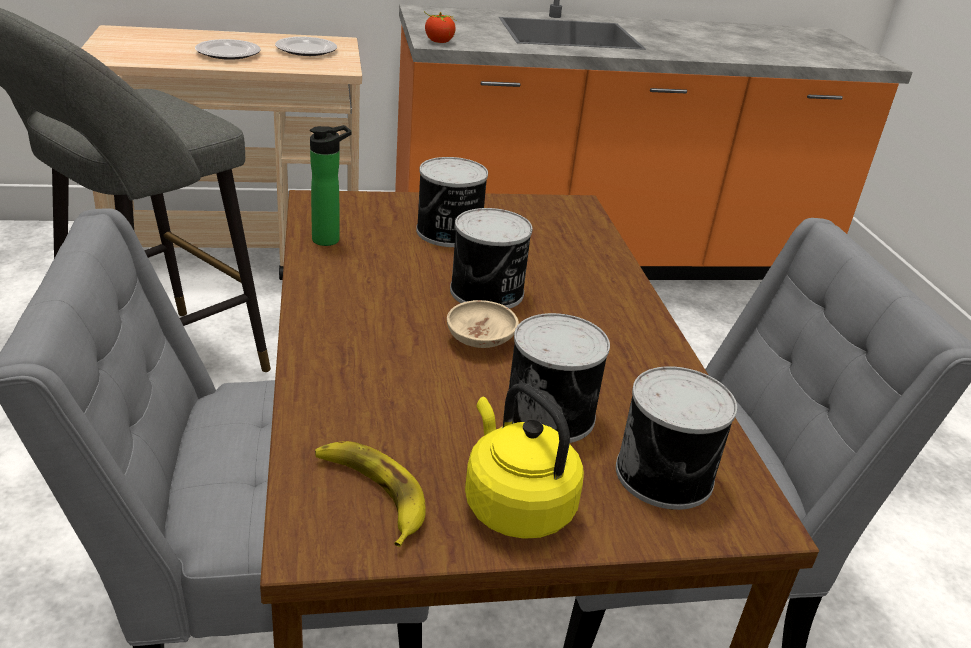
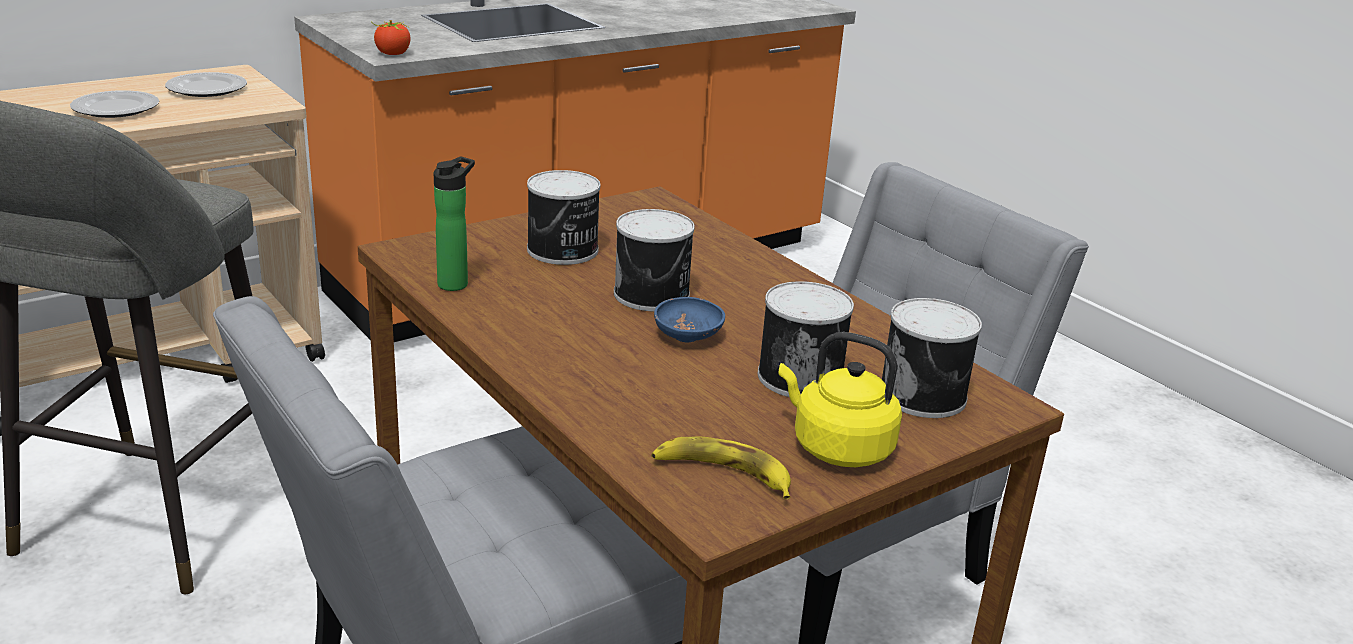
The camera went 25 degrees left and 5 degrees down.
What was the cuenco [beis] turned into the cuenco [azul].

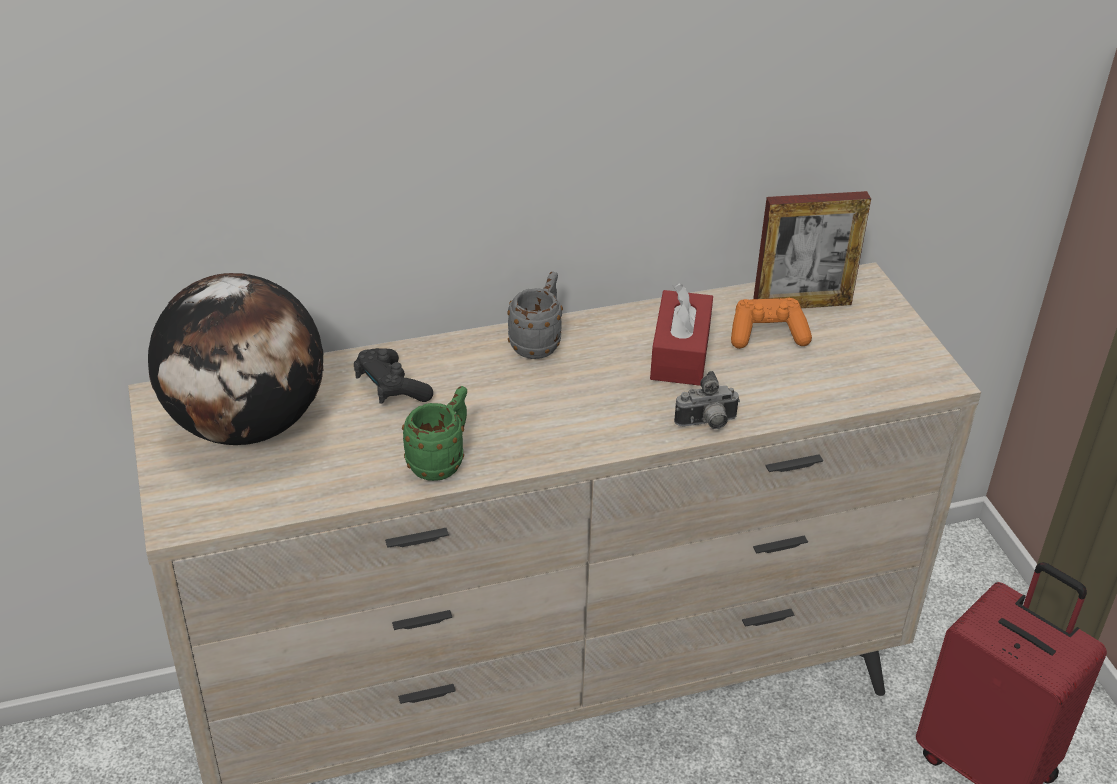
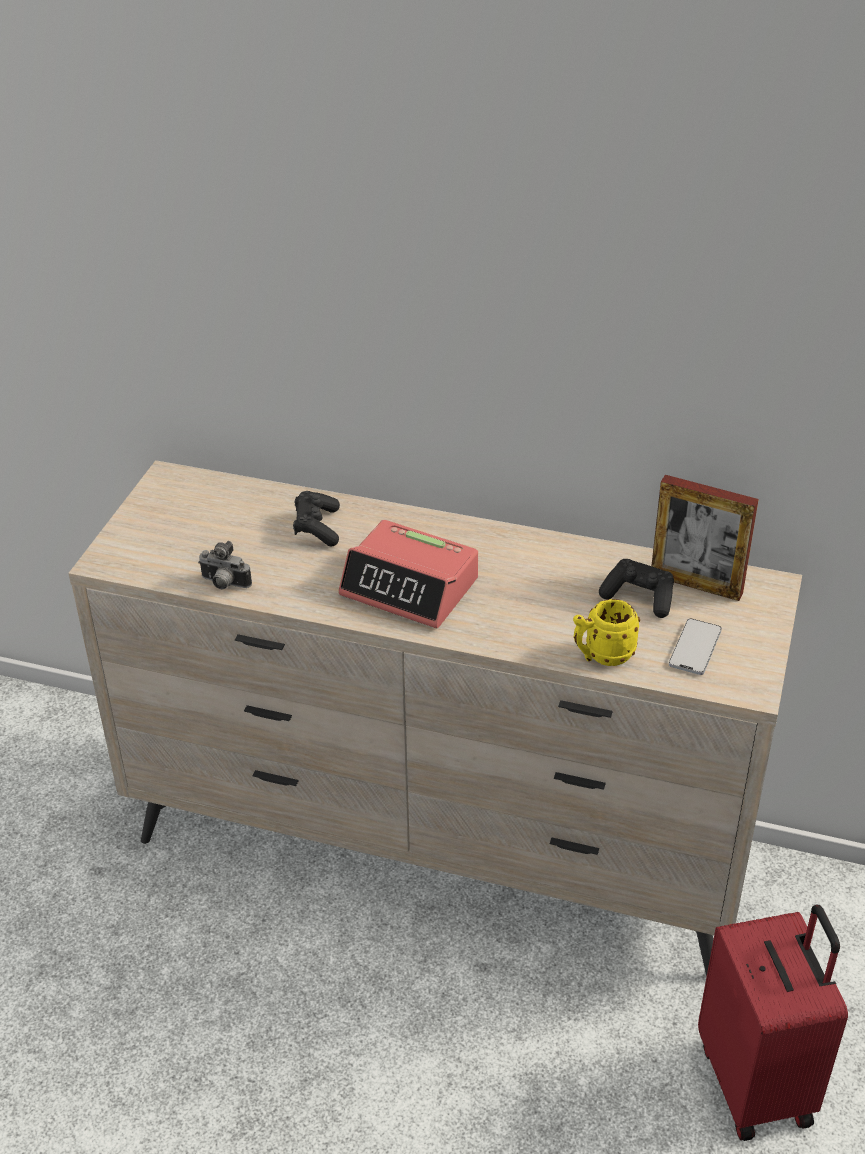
The camera went 35 degrees right and 0 degrees up.
The cámara ended up elsewhere.
The second view gained the despertador.
The second view gained the taza grande [amarillo].
What was the mando de consola [naranja] turned into the mando de consola [negro] (no. 2 from left).
The second view gained the móvil.
The second view lost the globo terráqueo.
The second view lost the taza grande [verde].
The second view lost the taza grande [gris].
The second view lost the caja de pañuelos [rojo].

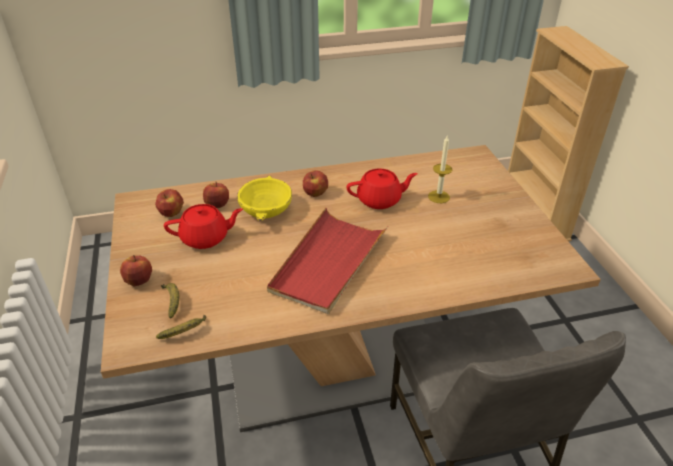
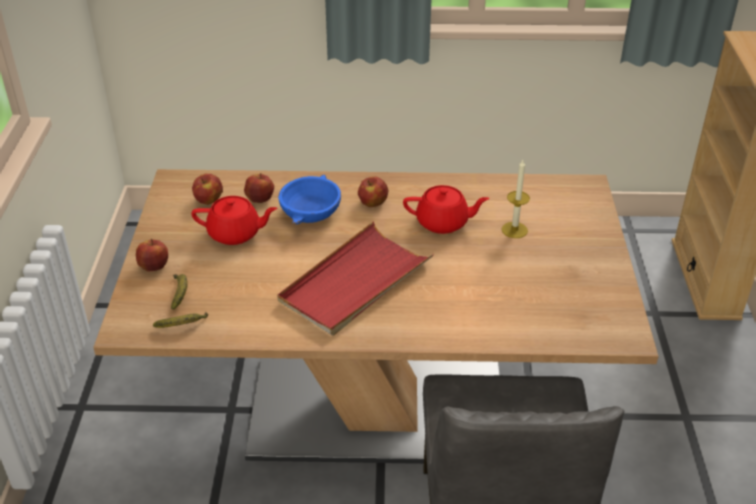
The camera went 15 degrees right and 0 degrees up.
What was the cuenco [amarillo] turned into the cuenco [azul].

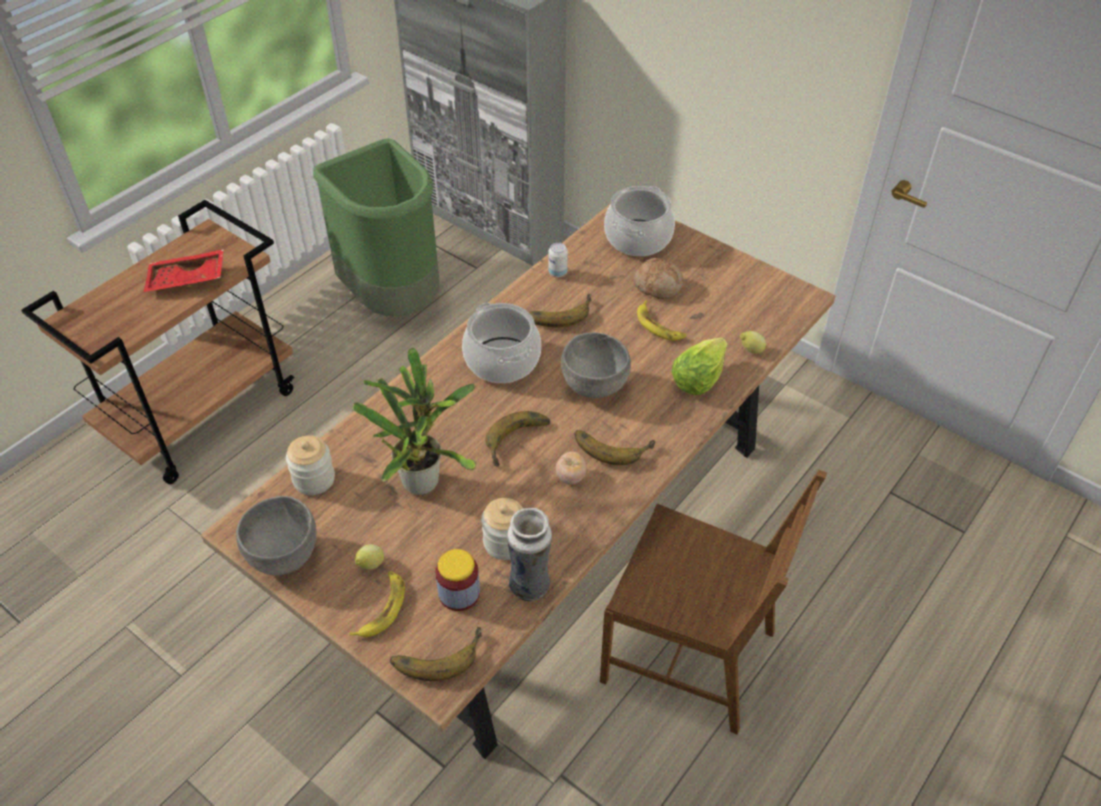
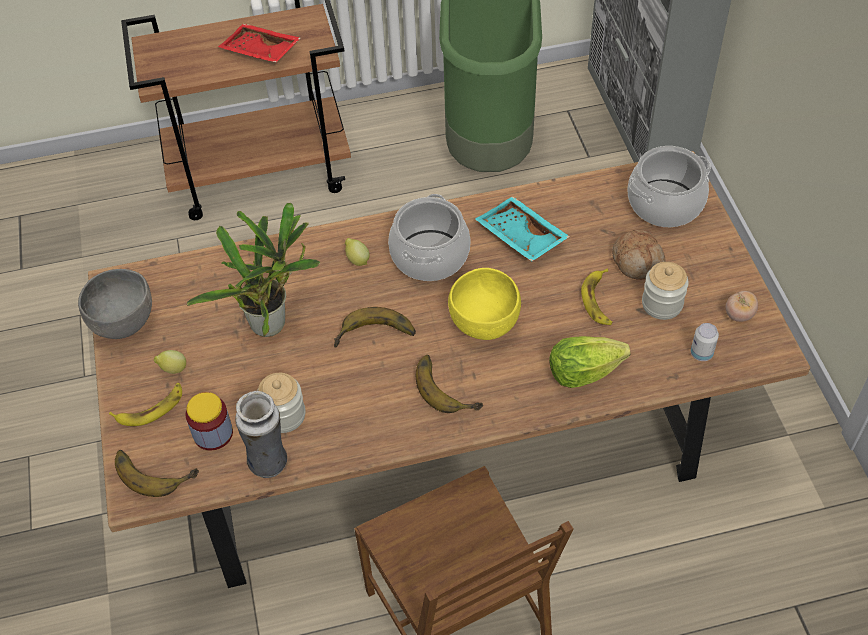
The camera went 40 degrees right and 5 degrees up.
The limón (no. 2 from left) ended up elsewhere.
What was the cuenco [gris] (no. 2 from left) turned into the cuenco [amarillo].
Where the plátano (no. 4 from left) stood, the bandeja [turquesa] came to stand.
The tarro (no. 1 from left in the first image) ended up elsewhere.
The lata ended up elsewhere.
The tomate ended up elsewhere.

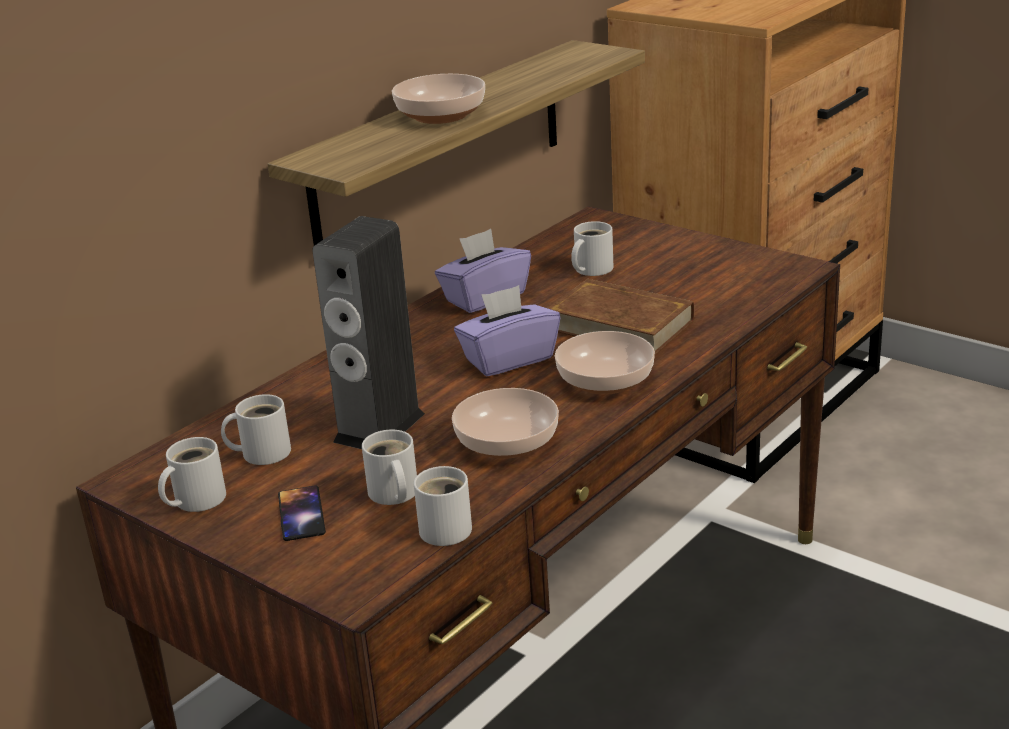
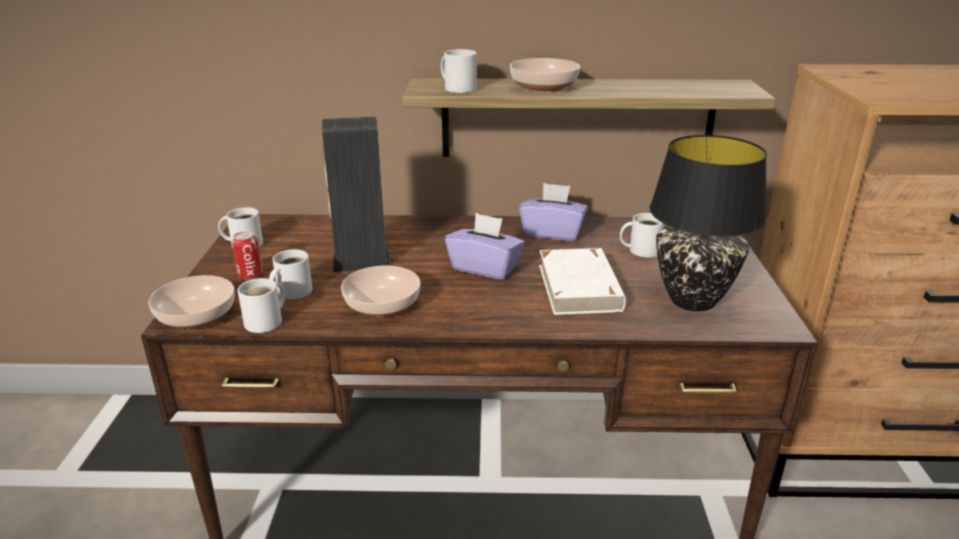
The camera went 50 degrees right and 0 degrees up.
The cuenco (no. 3 from left in the first image) ended up elsewhere.
Where the móvil stood, the lata came to stand.
The taza grande [blanco] (no. 2 from left in the first image) ended up elsewhere.
What was the libro [marrón] turned into the libro [blanco].
The second view gained the lámpara de mesa [negro].

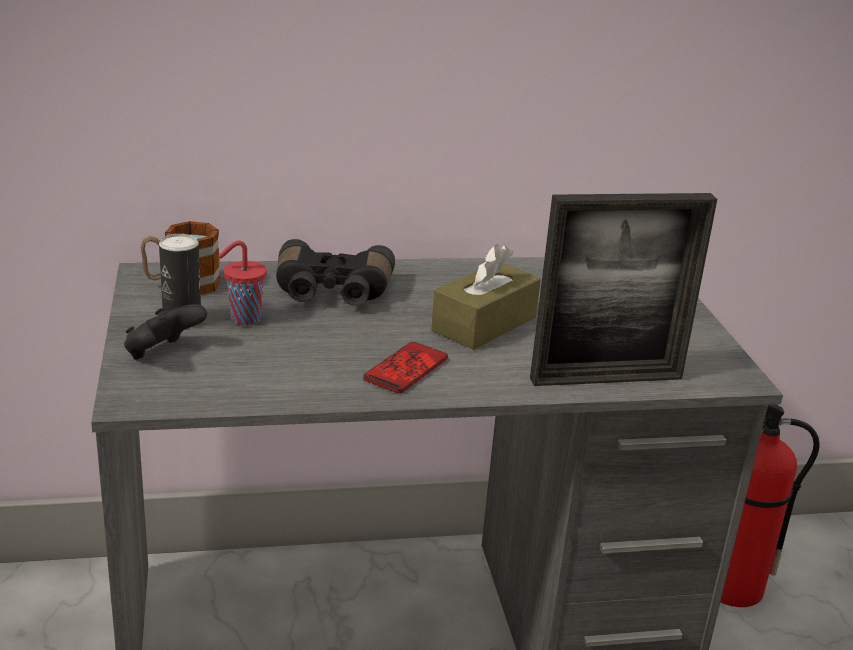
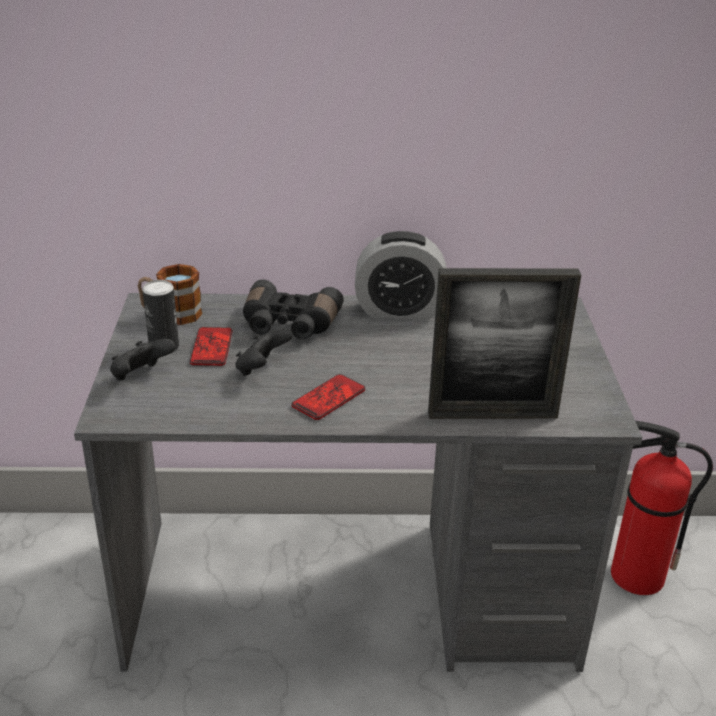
The camera went 10 degrees right and 5 degrees up.
Where the taza [rojo] stood, the móvil (no. 1 from left) came to stand.
The second view gained the mando de consola [negro] (no. 2 from left).
The second view gained the despertador.
The second view lost the caja de pañuelos [marrón].

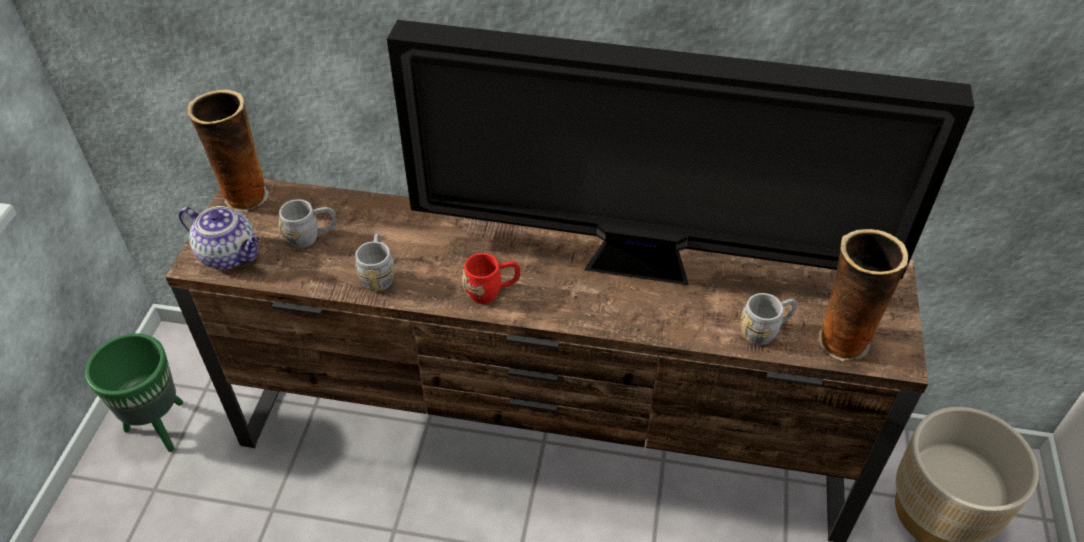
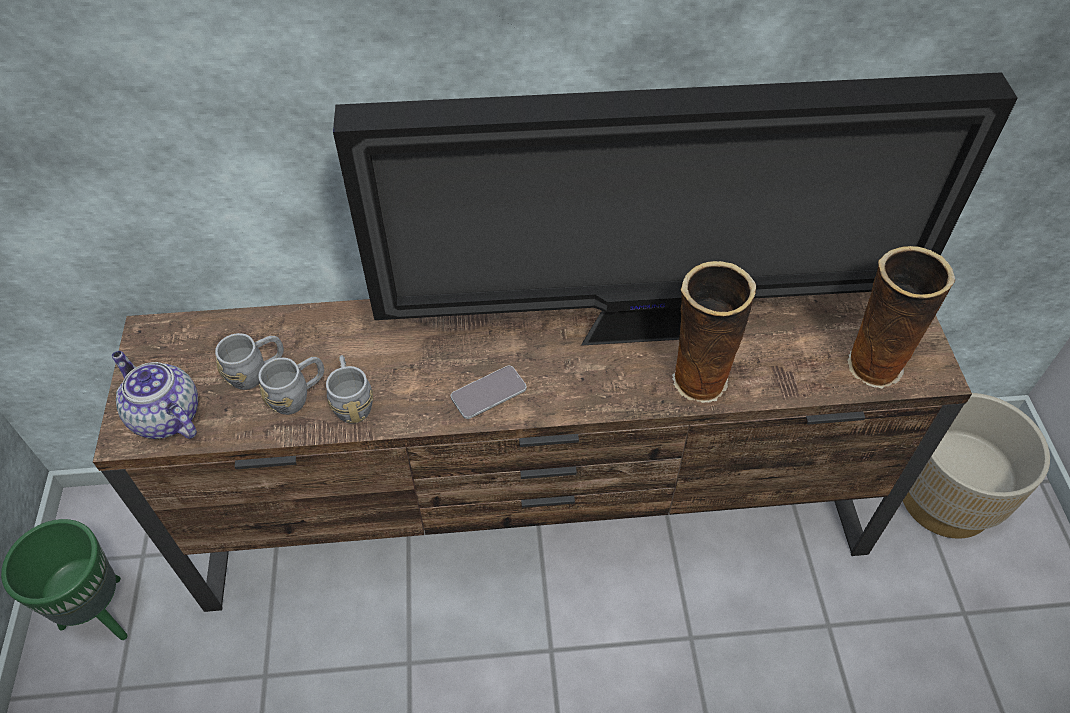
The camera went 15 degrees left and 5 degrees up.
The tetera ended up facing another way, 150 degrees counterclockwise from before.
The taza grande [gris] (no. 3 from left in the first image) ended up elsewhere.
Where the taza grande [rojo] stood, the móvil came to stand.
The florero (no. 1 from left) ended up elsewhere.

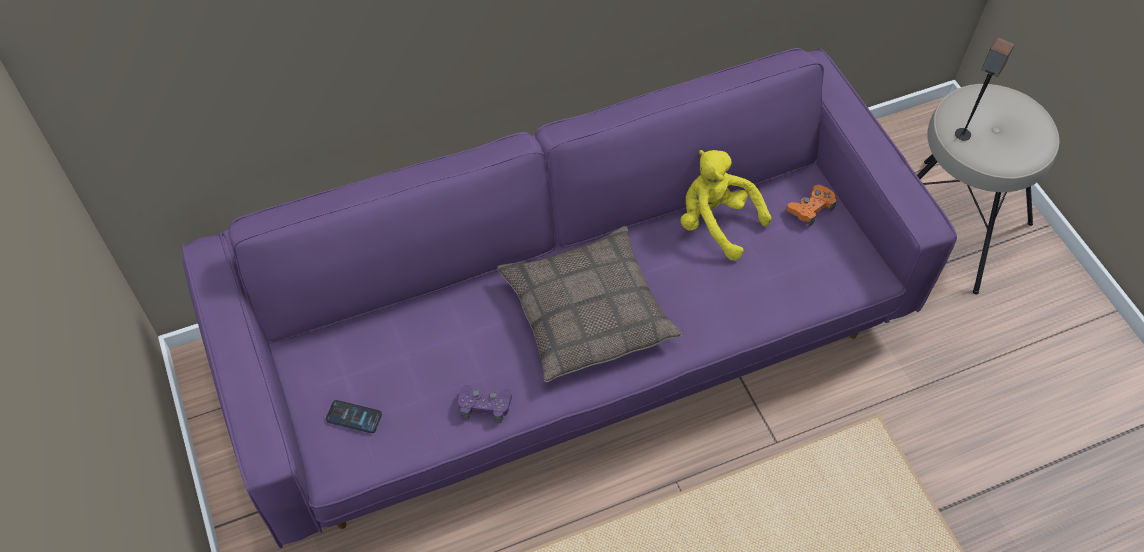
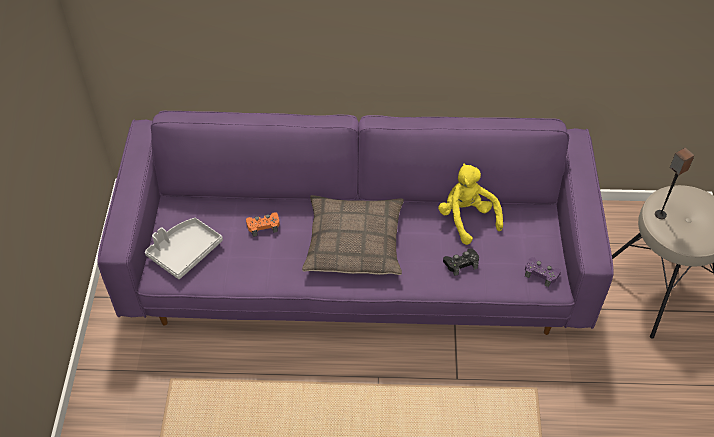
The camera went 25 degrees right and 5 degrees down.
Where the móvil stood, the bandeja [gris] came to stand.
The mando de consola [naranja] ended up elsewhere.
The second view gained the mando de consola [negro].
The mando de consola [morado] ended up elsewhere.

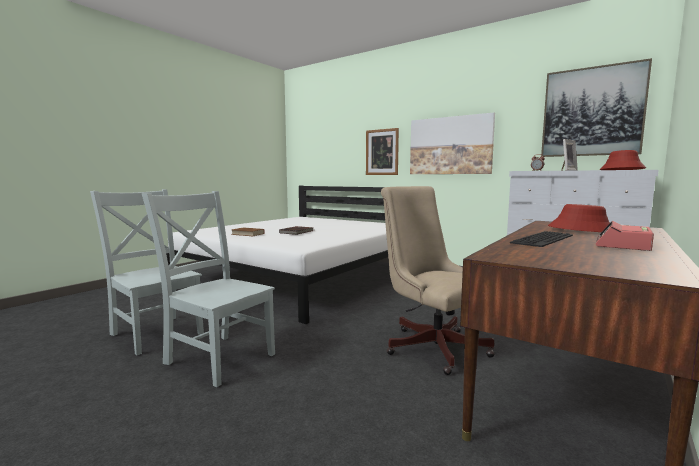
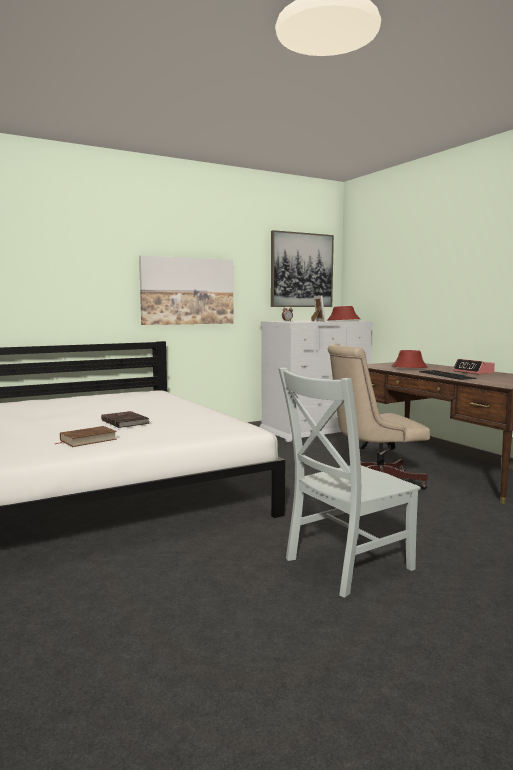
The camera went 65 degrees left and 0 degrees up.
The second view lost the silla [gris] (no. 1 from left).
The second view lost the cuadro (no. 1 from left).

